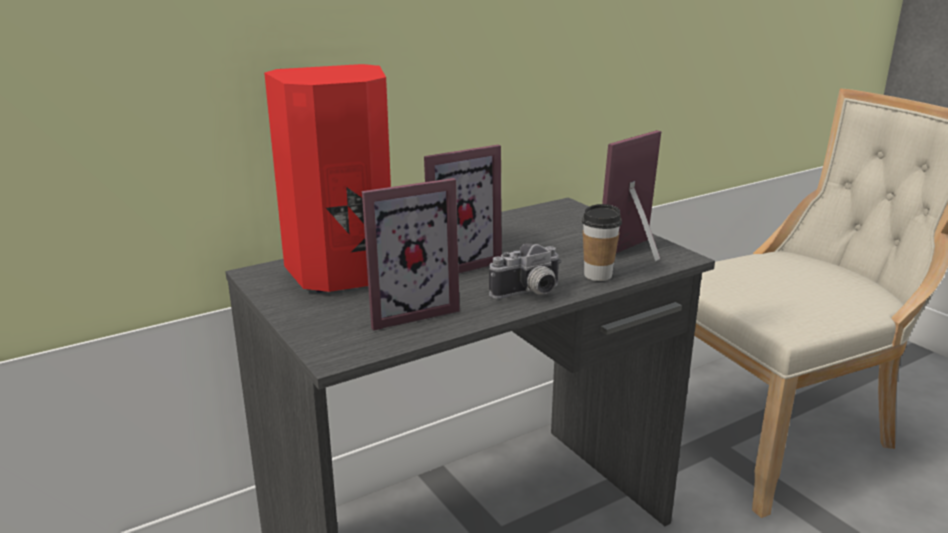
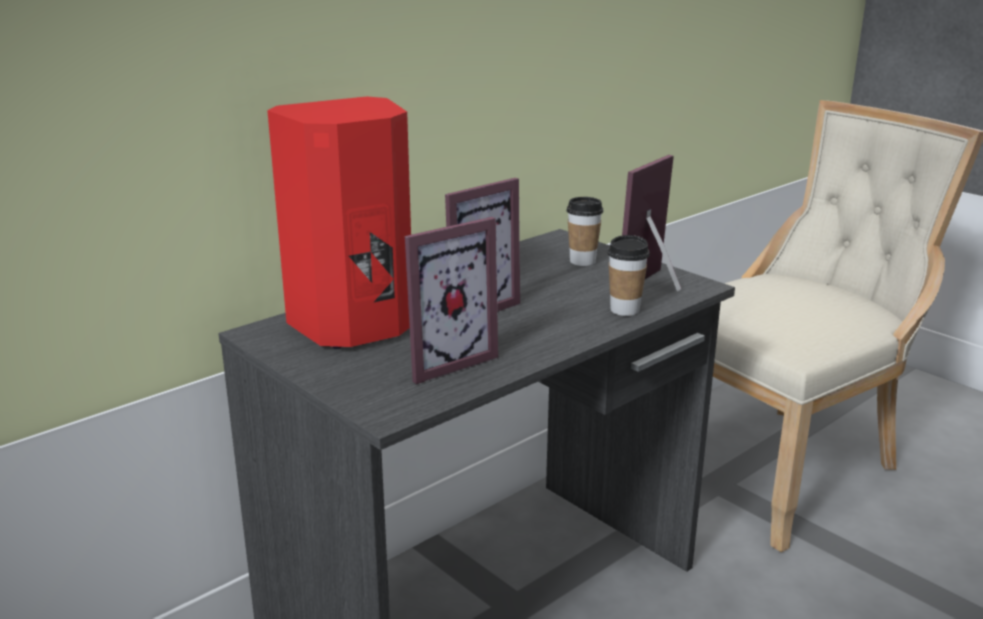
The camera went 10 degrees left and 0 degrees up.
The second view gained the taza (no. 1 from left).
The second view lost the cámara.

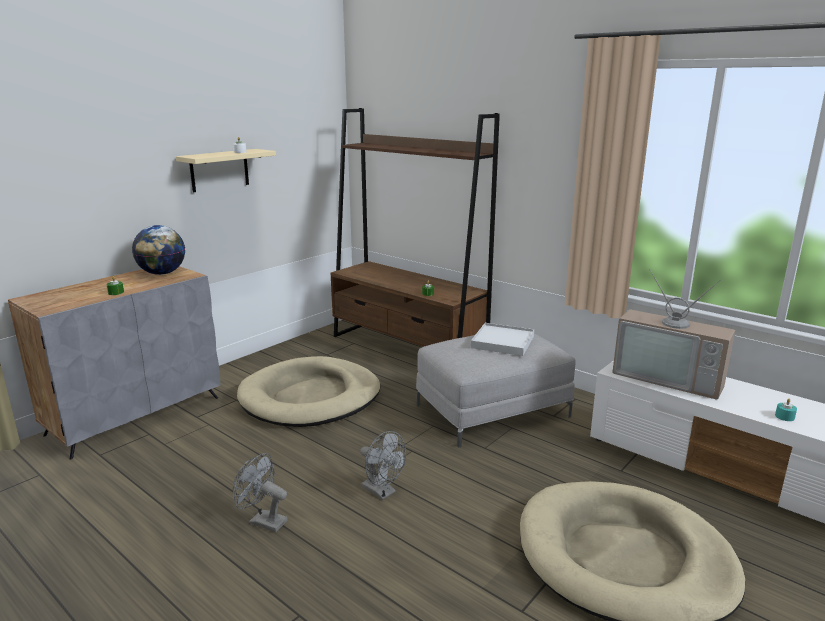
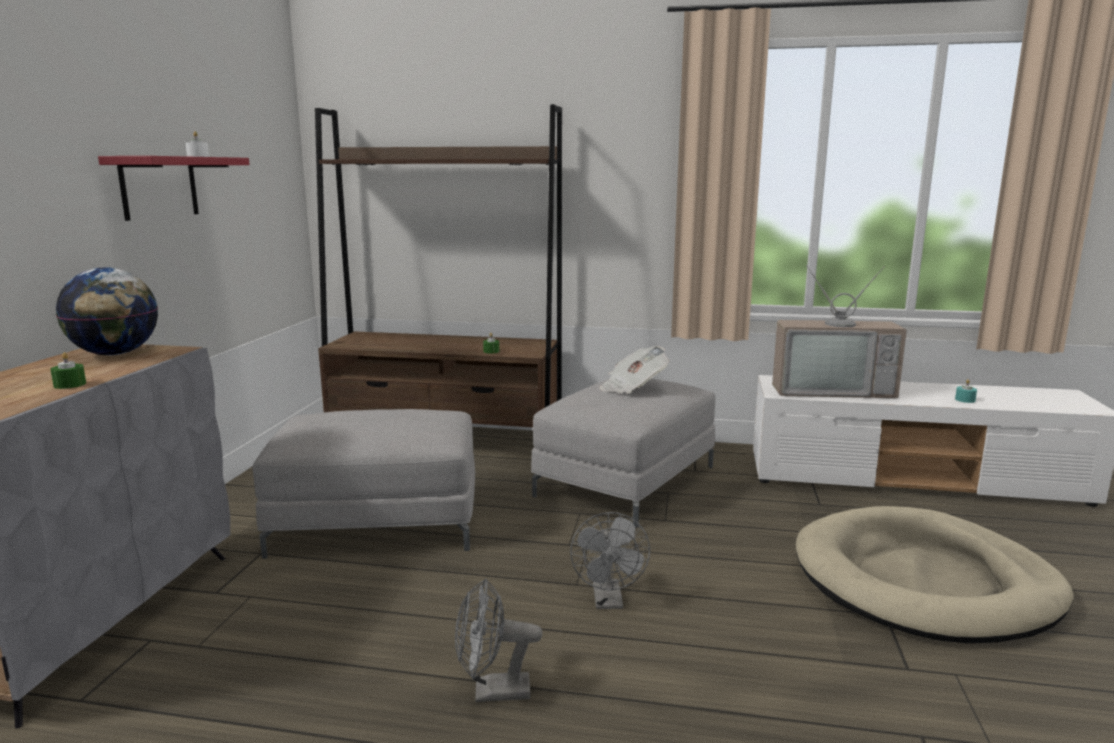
The camera went 30 degrees left and 5 degrees down.
What was the estante [beis] turned into the estante [rojo].
Where the cama para perro [beis] (no. 1 from left) stood, the puf [gris] (no. 1 from left) came to stand.
The ventilador [gris] (no. 2 from left) ended up facing another way, 75 degrees clockwise from before.
Where the bandeja [blanco] stood, the periódico came to stand.

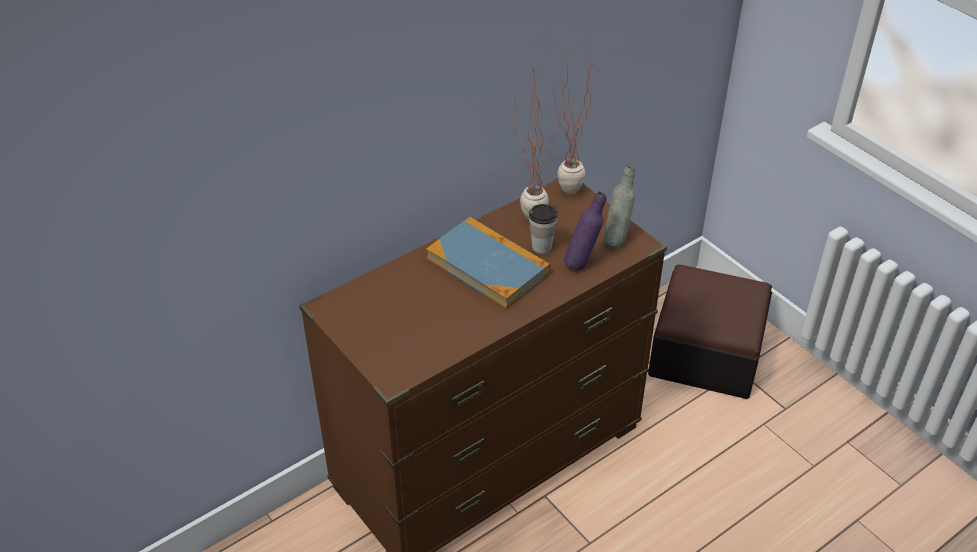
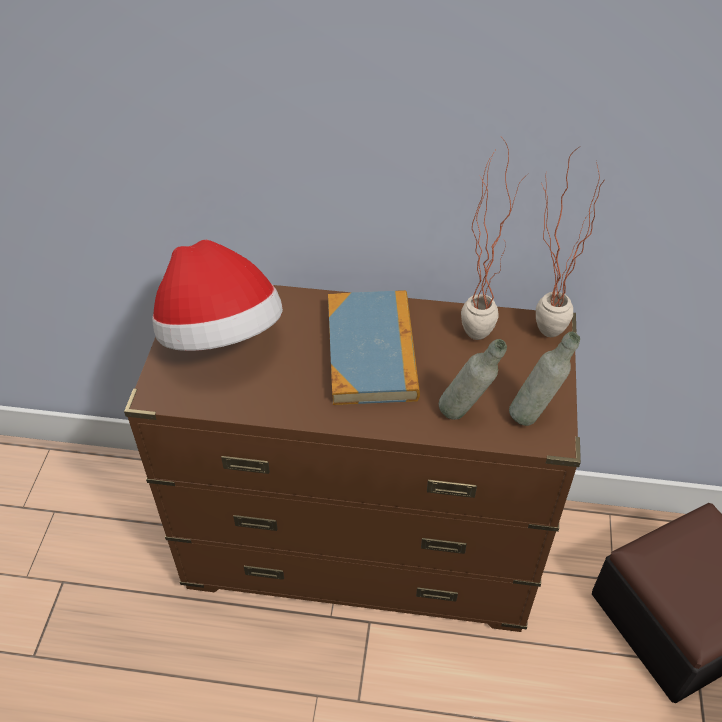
The camera went 45 degrees right and 5 degrees up.
The second view gained the sombrero.
What was the botella [morado] turned into the botella [gris] (no. 1 from left).
The second view lost the taza.

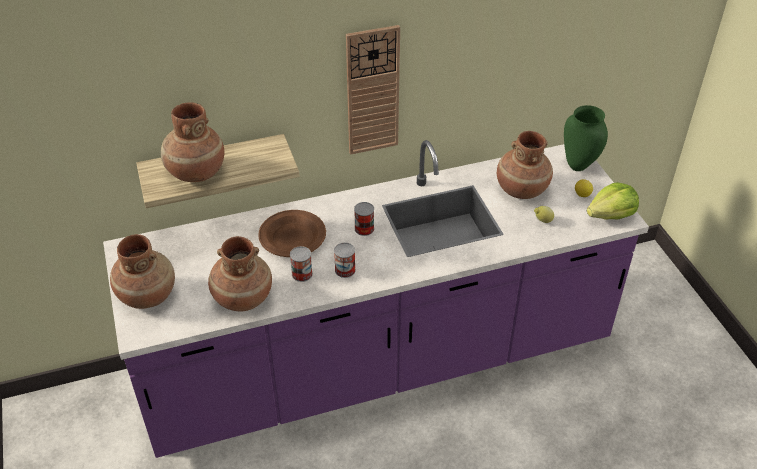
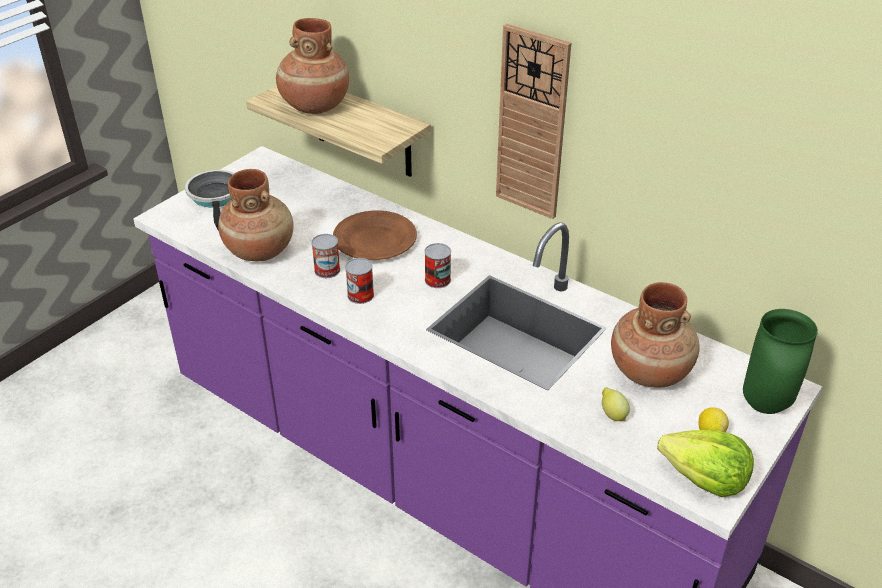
The camera went 55 degrees right and 5 degrees down.
Where the florero [marrón] (no. 1 from left) stood, the sartén came to stand.

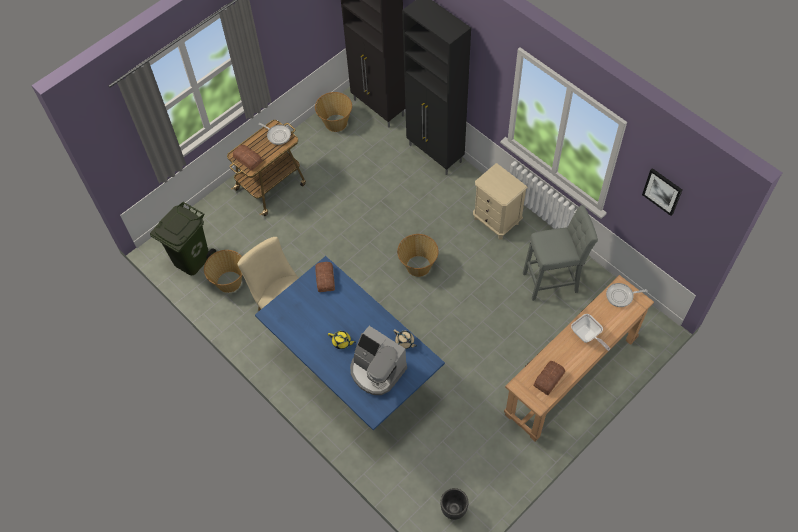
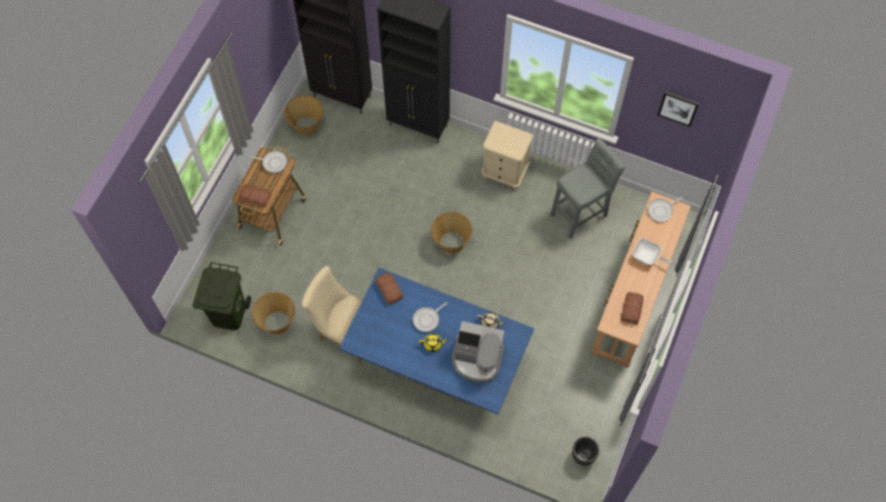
The camera went 25 degrees left and 5 degrees up.
The second view gained the sartén (no. 2 from left).

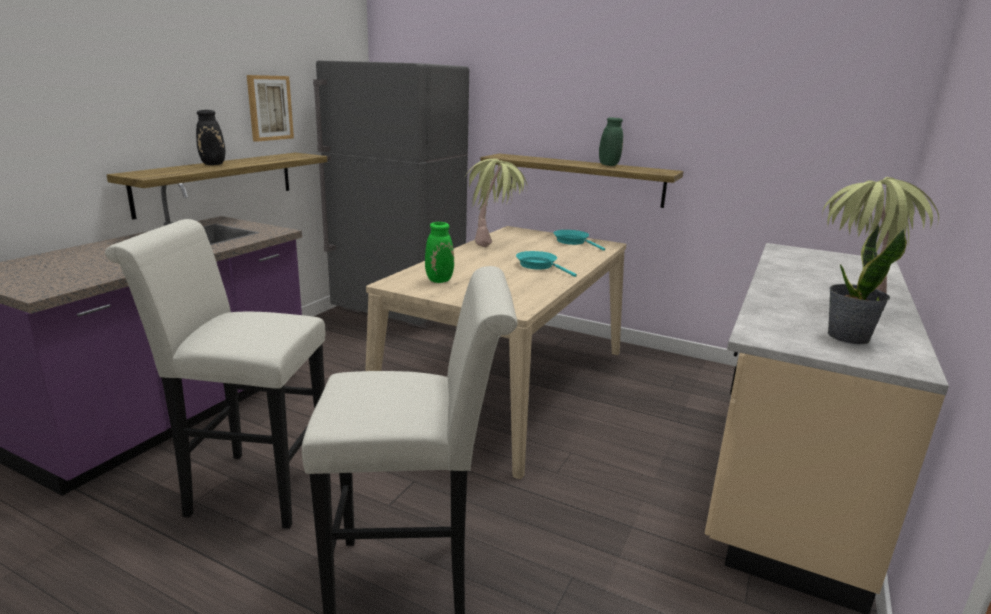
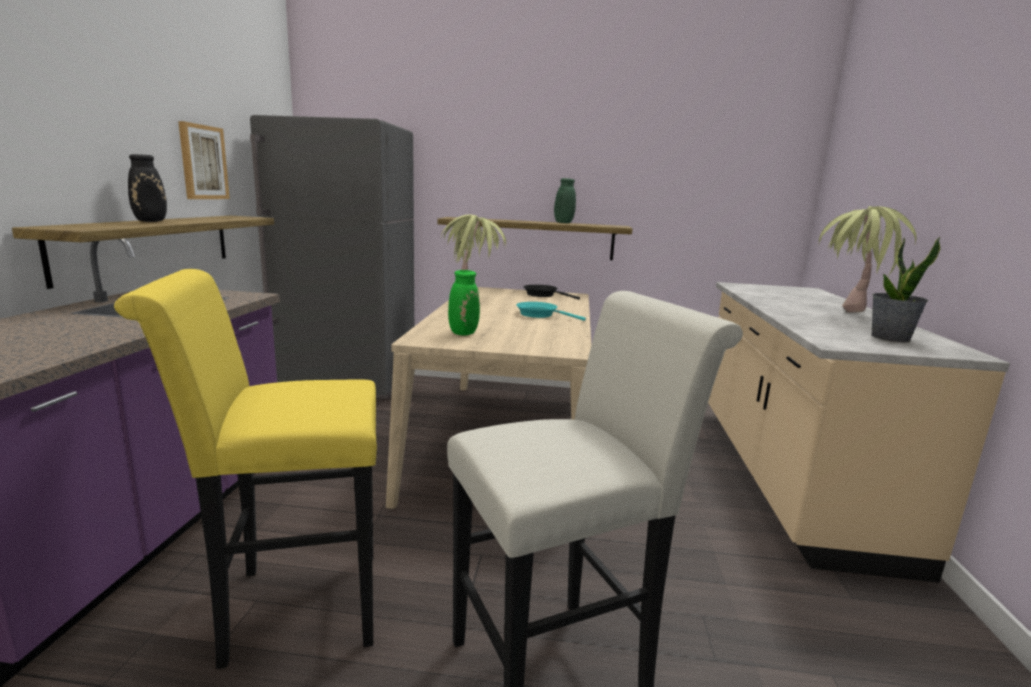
The camera went 20 degrees left and 5 degrees down.
What was the taburete [blanco] (no. 1 from left) turned into the taburete [amarillo].
What was the sartén [turquesa] (no. 2 from left) turned into the sartén [negro].

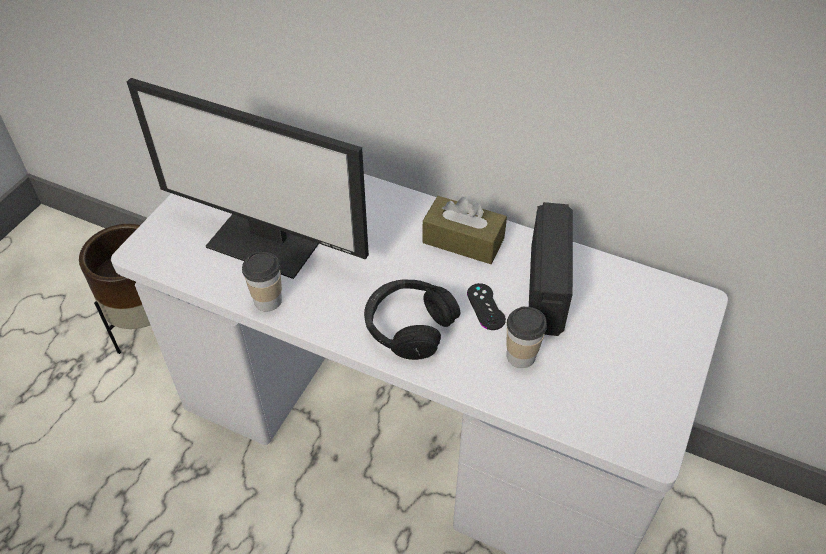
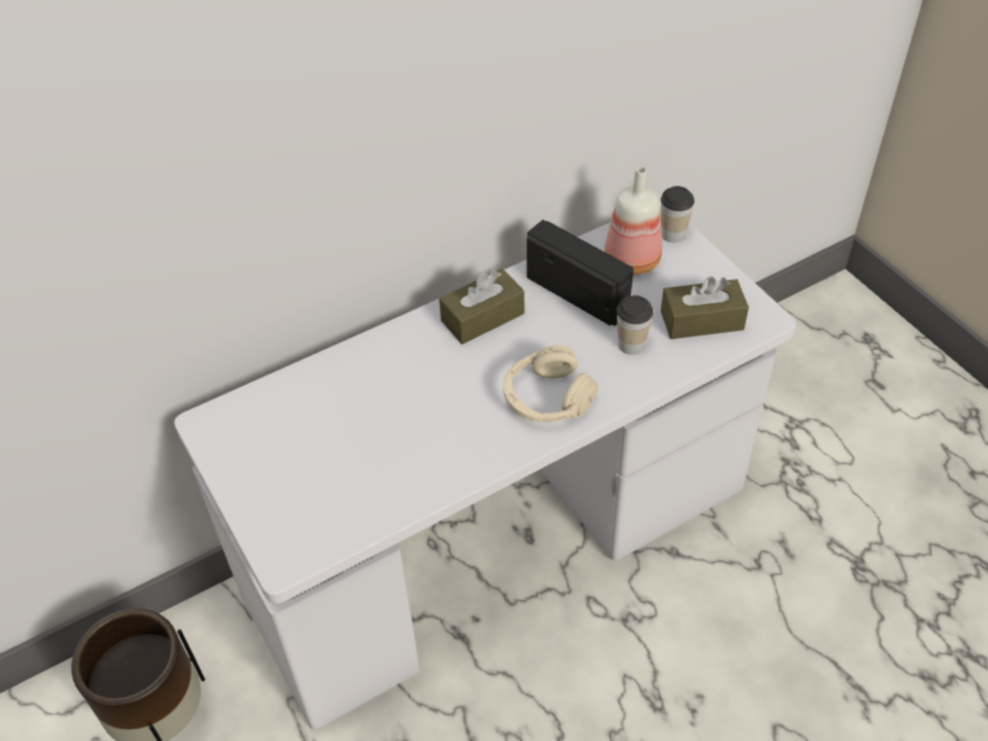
The camera went 55 degrees left and 0 degrees up.
What was the auriculares [negro] turned into the auriculares [beis].
The second view gained the botella.
The taza (no. 1 from left in the first image) ended up elsewhere.
The second view gained the caja de pañuelos [marrón] (no. 2 from left).
The second view lost the monitor.
The second view lost the mando de consola [negro].

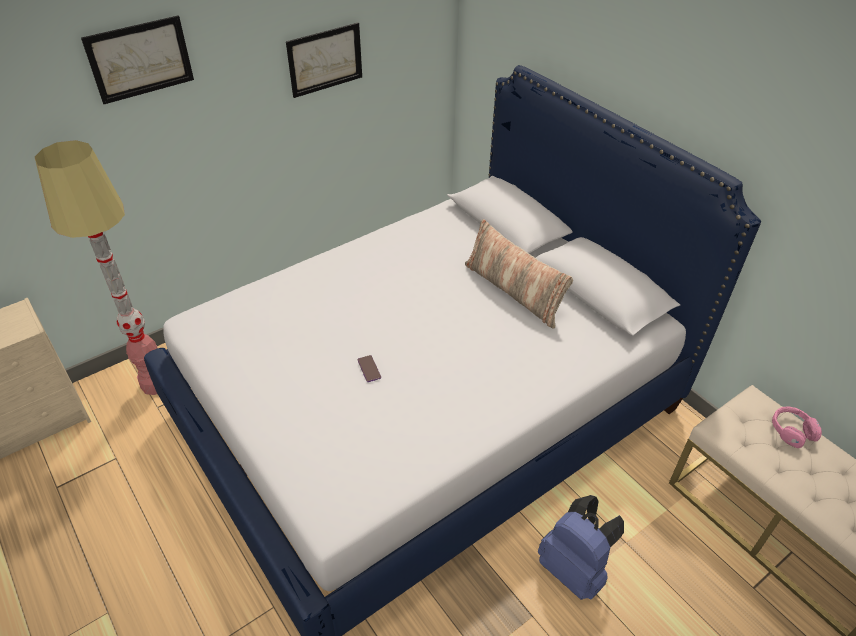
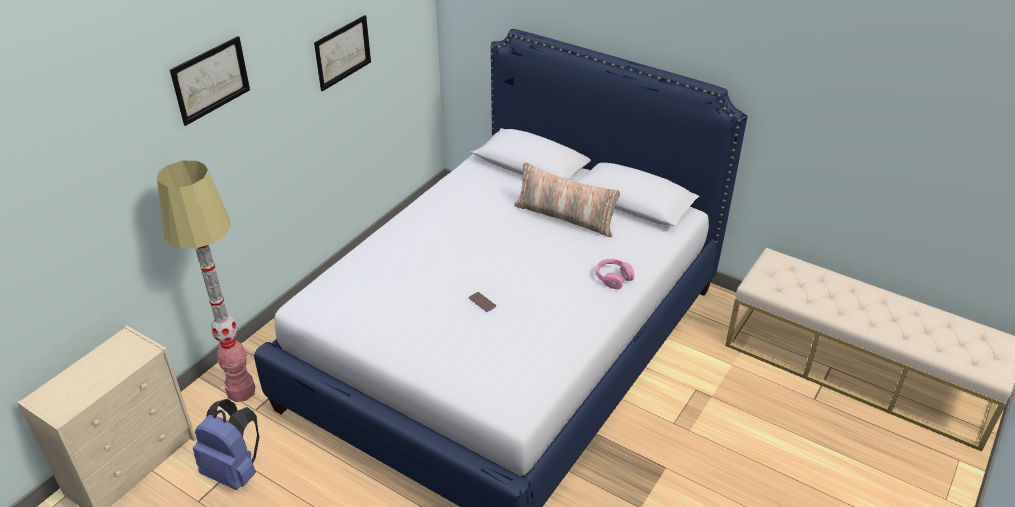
The camera went 20 degrees left and 5 degrees down.
The mochila [azul] ended up elsewhere.
The auriculares [rosa] ended up elsewhere.

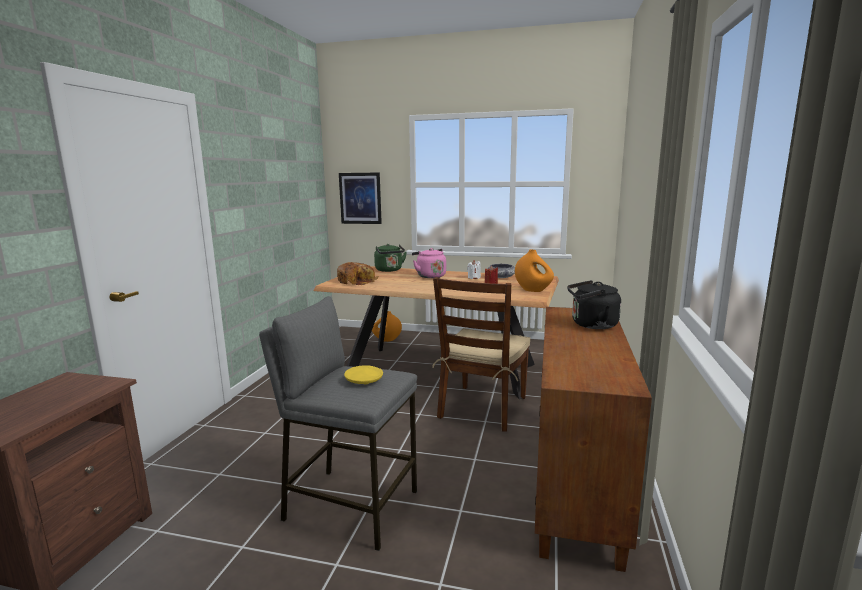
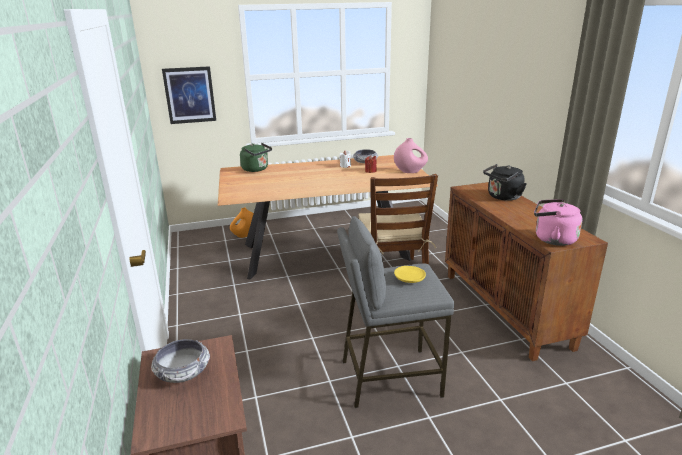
The camera went 30 degrees left and 10 degrees up.
The second view gained the cuenco (no. 1 from left).
What was the florero [naranja] (no. 2 from left) turned into the florero [rosa].
The hervidor [rosa] ended up elsewhere.
The second view lost the pan.

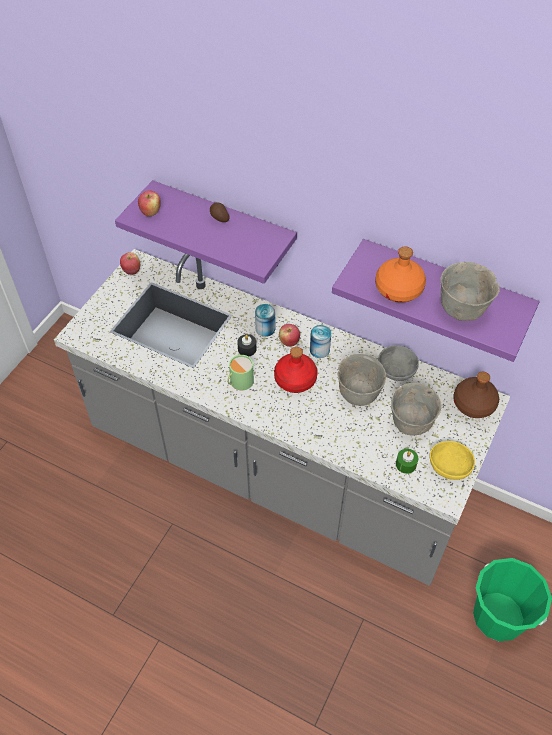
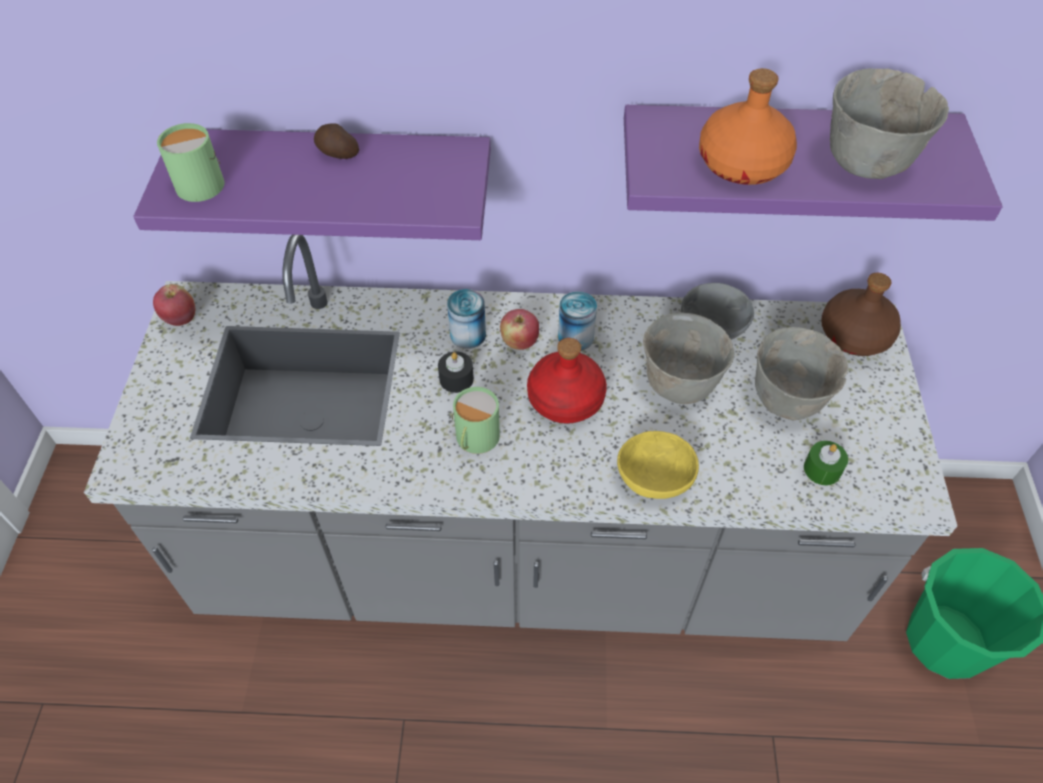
The camera went 25 degrees left and 0 degrees up.
Where the manzana (no. 2 from left) stood, the taza grande [verde] (no. 1 from left) came to stand.
The cuenco [amarillo] ended up elsewhere.

